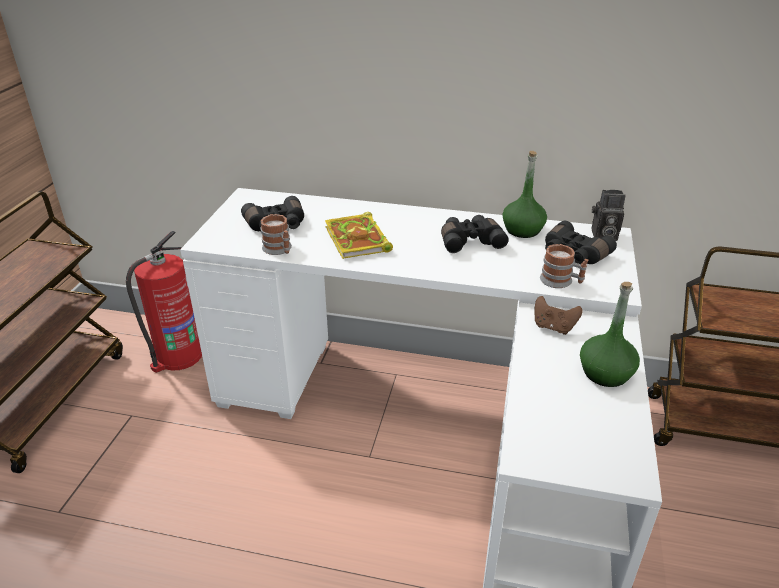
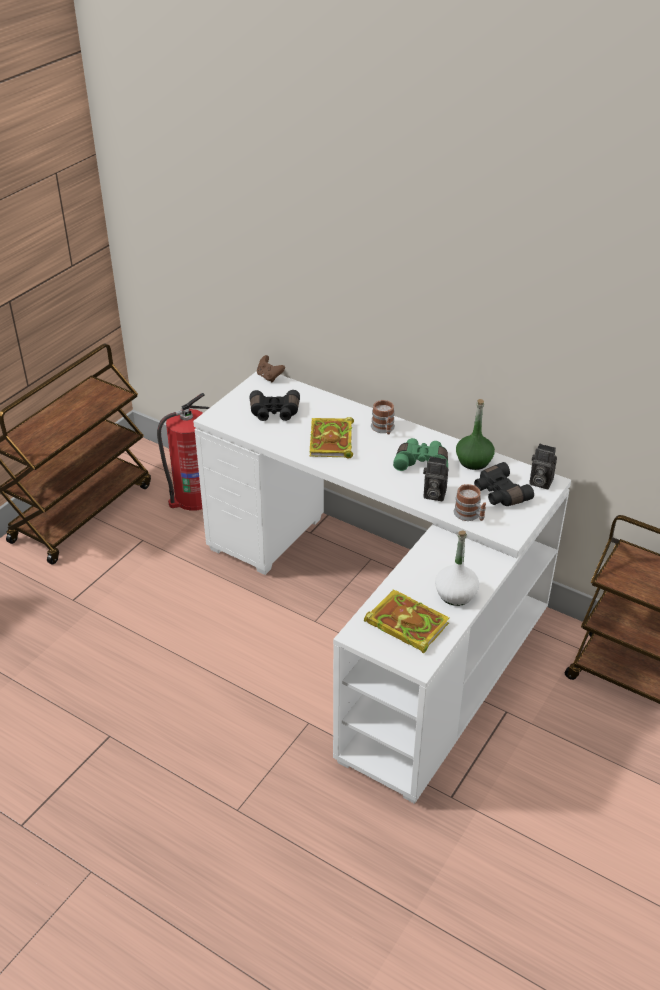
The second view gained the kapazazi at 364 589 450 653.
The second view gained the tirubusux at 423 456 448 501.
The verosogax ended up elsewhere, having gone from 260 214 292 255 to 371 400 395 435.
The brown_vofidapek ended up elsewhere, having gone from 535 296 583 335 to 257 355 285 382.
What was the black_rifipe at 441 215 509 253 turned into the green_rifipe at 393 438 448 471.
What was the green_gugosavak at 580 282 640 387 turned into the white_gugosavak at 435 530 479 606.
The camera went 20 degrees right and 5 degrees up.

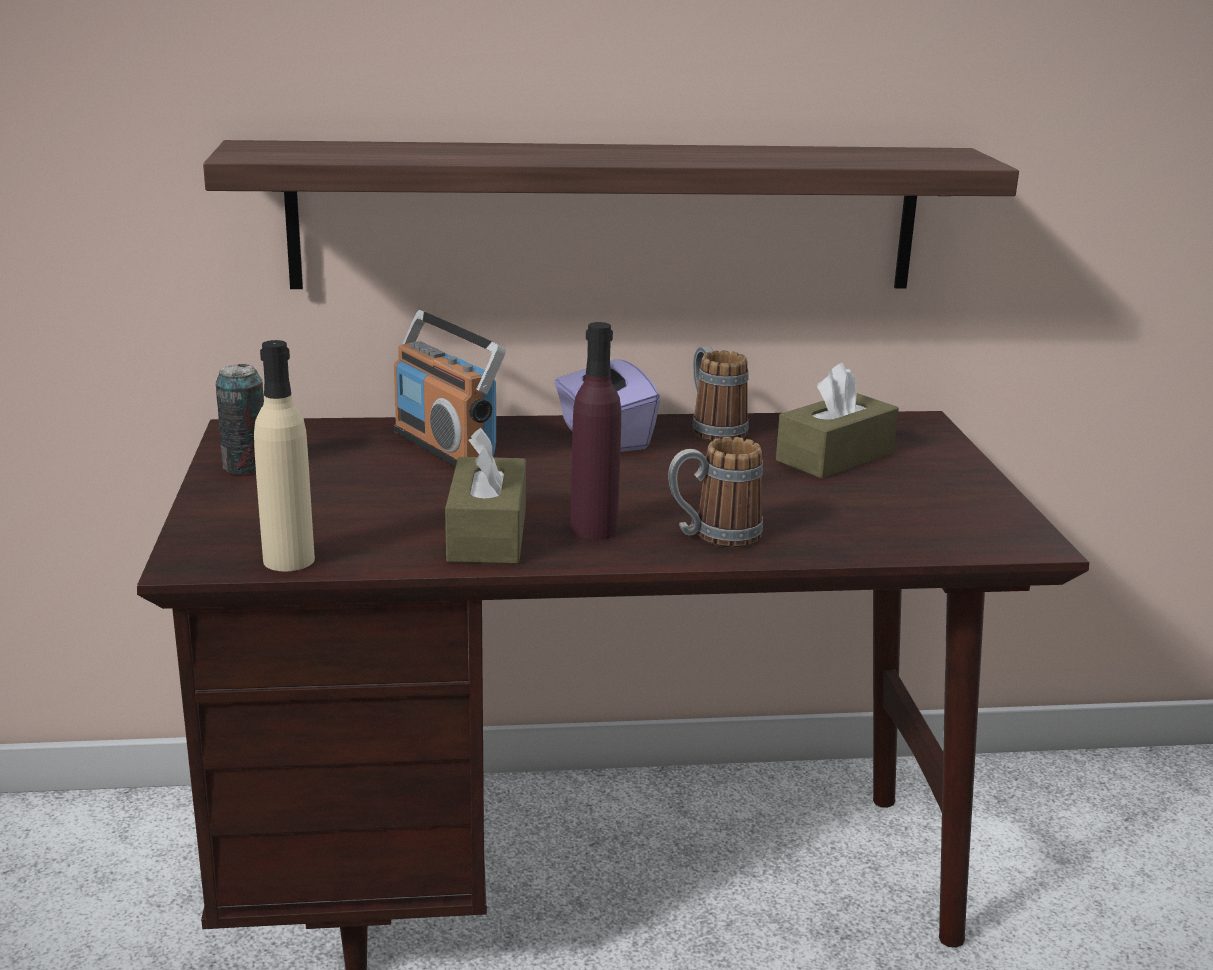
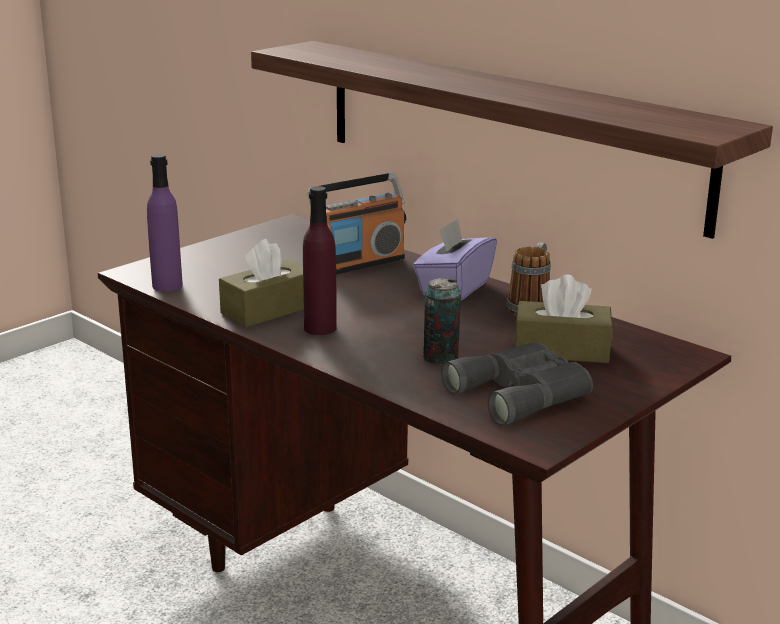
The second view lost the verosogax at 668 437 763 547.
The second view gained the grey_rifipe at 441 342 593 426.
The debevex ended up elsewhere, having gone from 216 364 264 474 to 423 278 461 365.
What was the beige_gugosavak at 254 340 315 572 turned into the purple_gugosavak at 147 154 183 292.
The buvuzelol at 394 310 506 467 ended up facing another way, 135 degrees counterclockwise from before.
The camera went 50 degrees right and 0 degrees up.

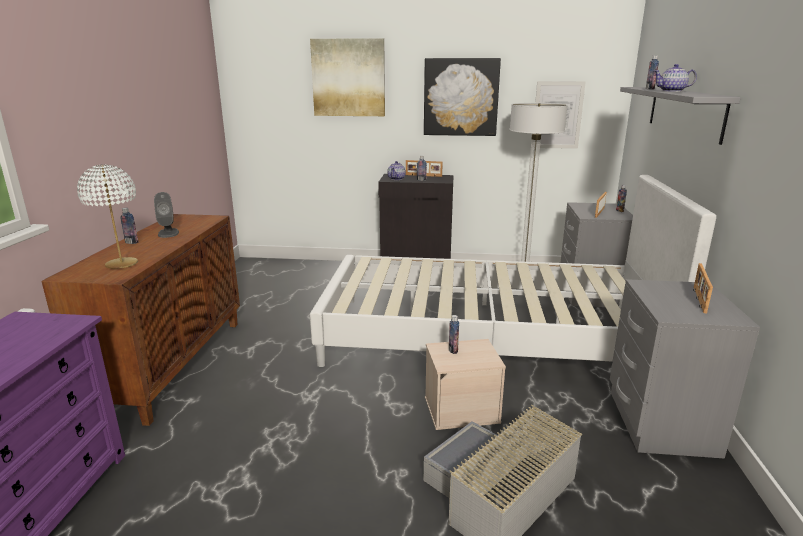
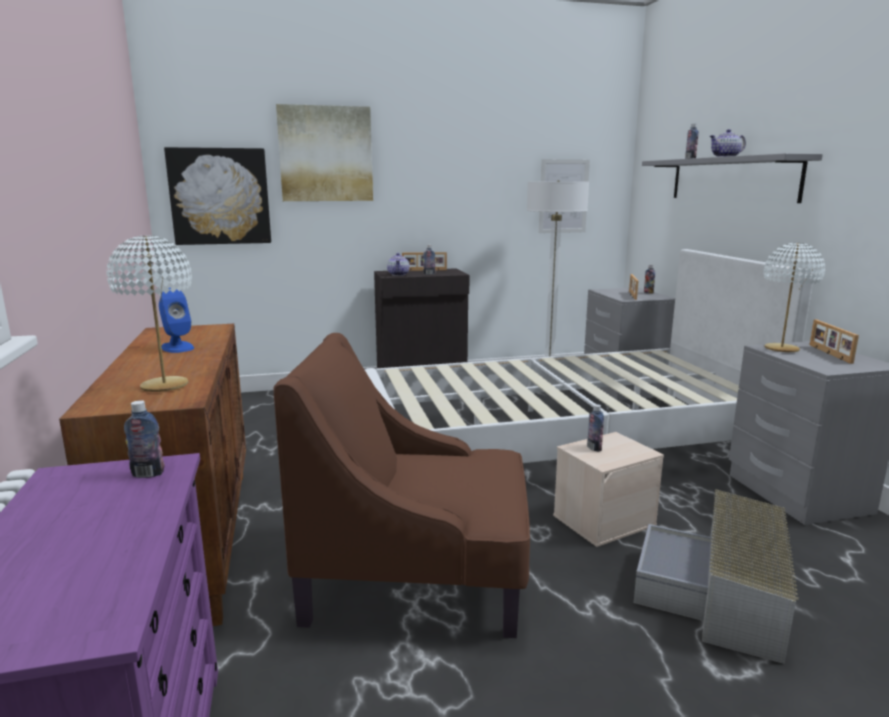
The second view gained the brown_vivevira at 274 333 530 638.
The second view gained the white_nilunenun at 764 243 825 352.
The gugosavak ended up elsewhere, having gone from 120 208 138 244 to 124 400 164 478.
The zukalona ended up elsewhere, having gone from 424 58 501 136 to 164 147 271 245.
What was the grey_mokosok at 154 192 179 238 turned into the blue_mokosok at 159 288 194 353.
The camera went 20 degrees left and 5 degrees down.

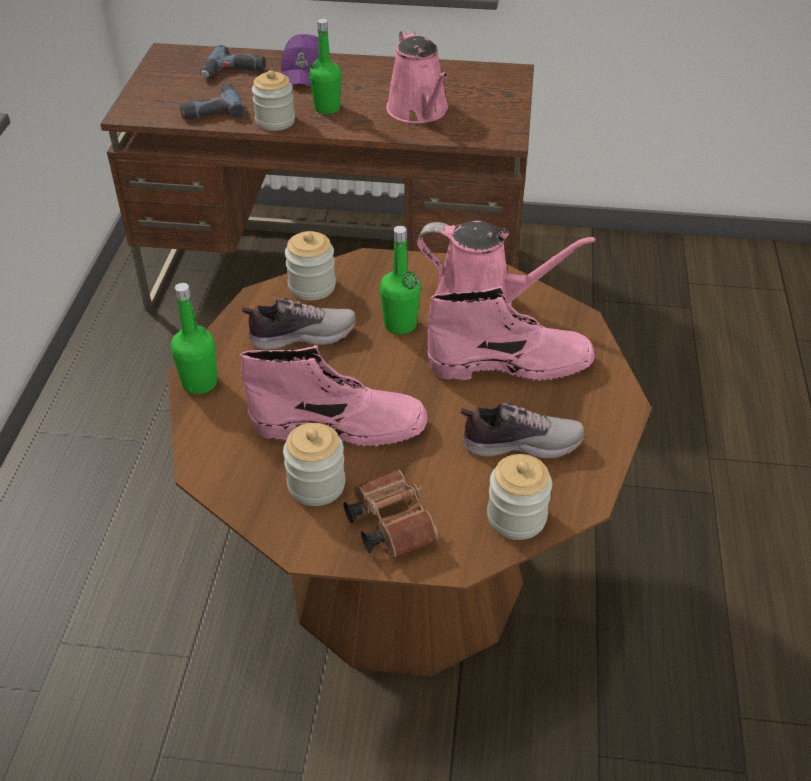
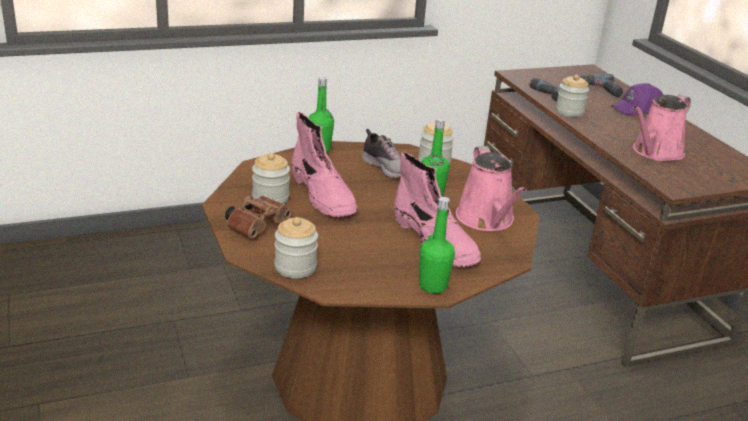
The second view lost the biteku at 461 402 585 458.
The green_gugosavak ended up elsewhere, having gone from 309 19 341 114 to 419 197 455 293.
The camera went 60 degrees right and 15 degrees down.

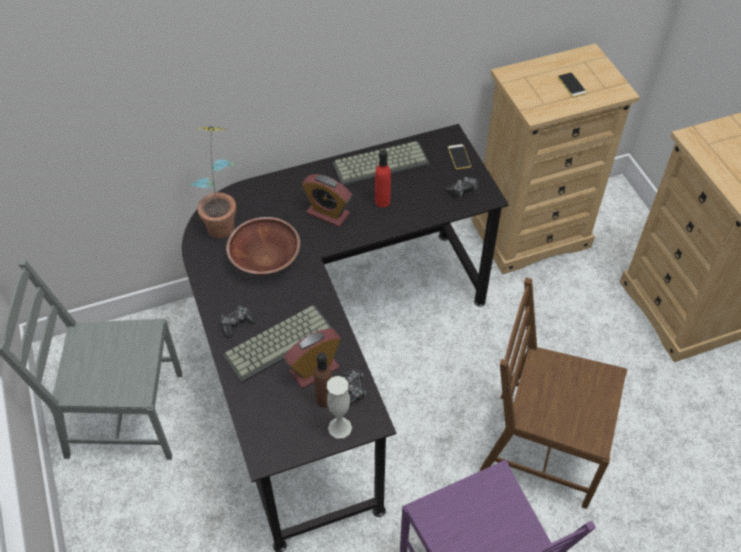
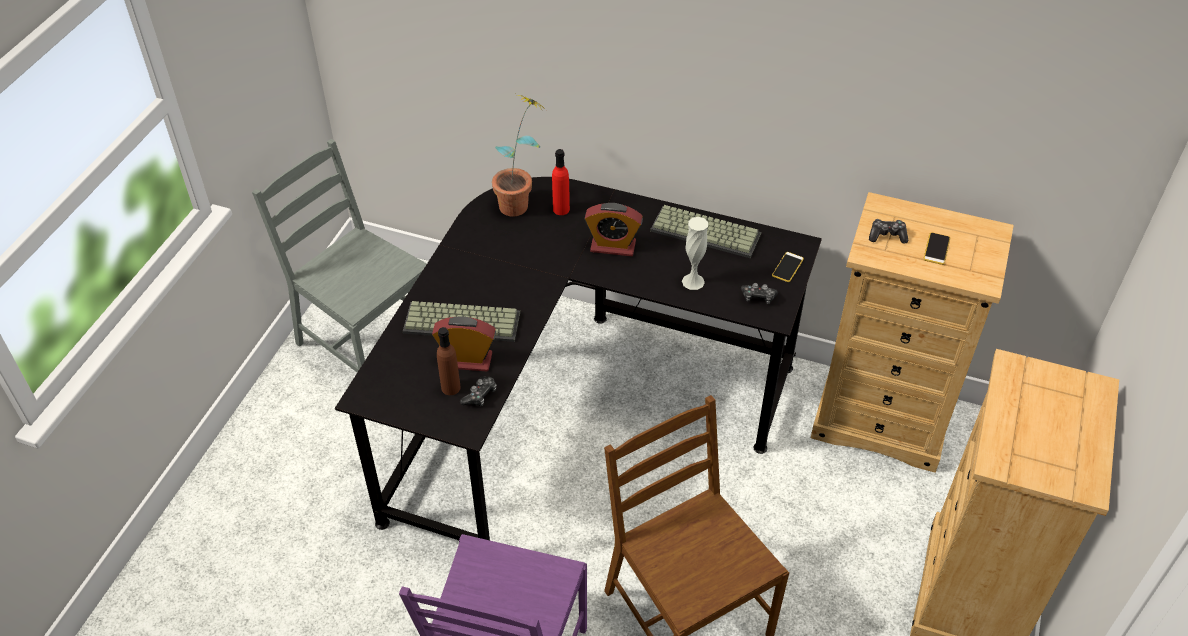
The second view lost the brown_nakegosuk at 226 217 300 274.
The vofidapek ended up elsewhere, having gone from 221 306 257 338 to 869 219 908 243.
The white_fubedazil ended up elsewhere, having gone from 327 376 352 438 to 682 217 708 290.
The red_gugosavak ended up elsewhere, having gone from 375 150 391 208 to 552 149 570 215.
The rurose at 302 174 352 227 ended up facing another way, 60 degrees counterclockwise from before.
The camera went 40 degrees right and 5 degrees down.

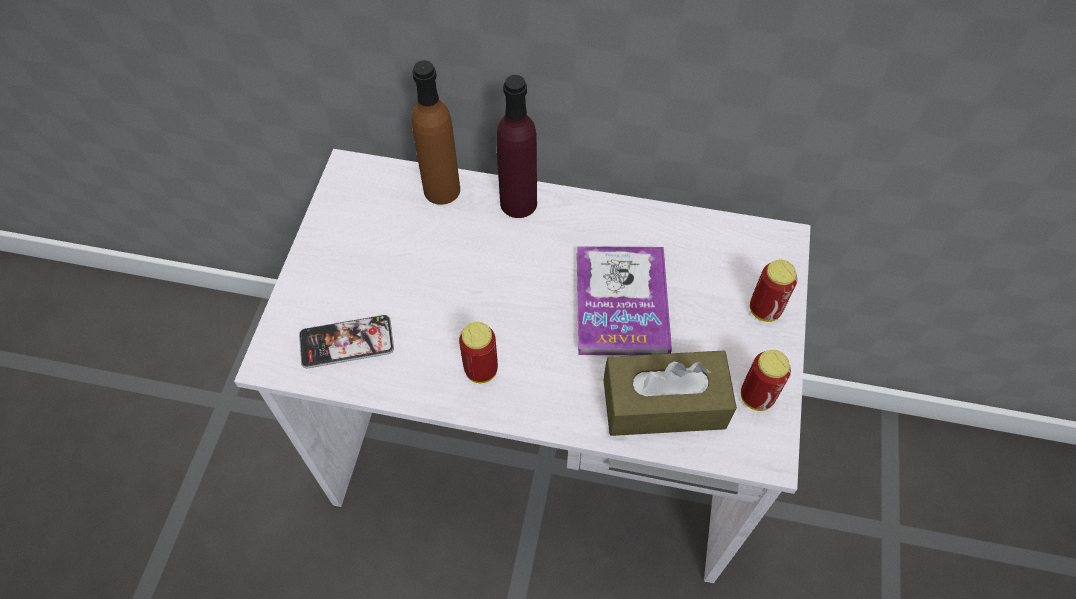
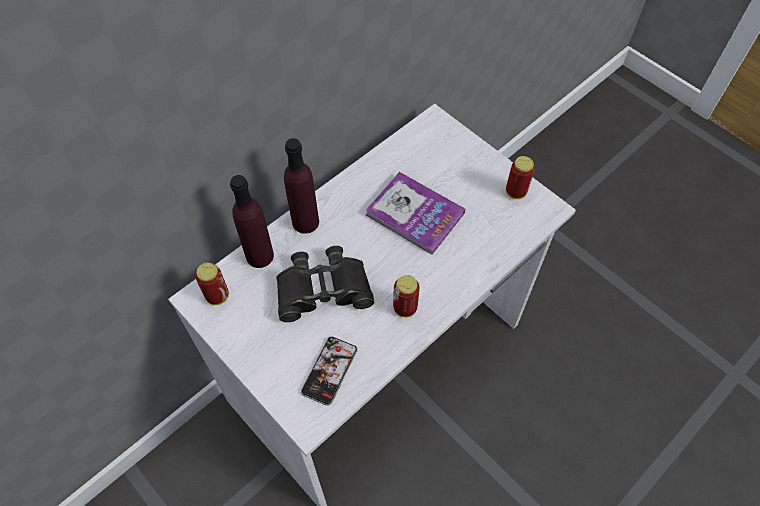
The second view lost the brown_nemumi at 604 351 737 436.
The second view gained the black_rifipe at 276 246 374 322.
The debevex ended up elsewhere, having gone from 750 260 798 322 to 195 263 229 305.
What was the brown_gugosavak at 412 61 460 205 turned into the purple_gugosavak at 230 175 274 268.
The camera went 55 degrees left and 0 degrees up.

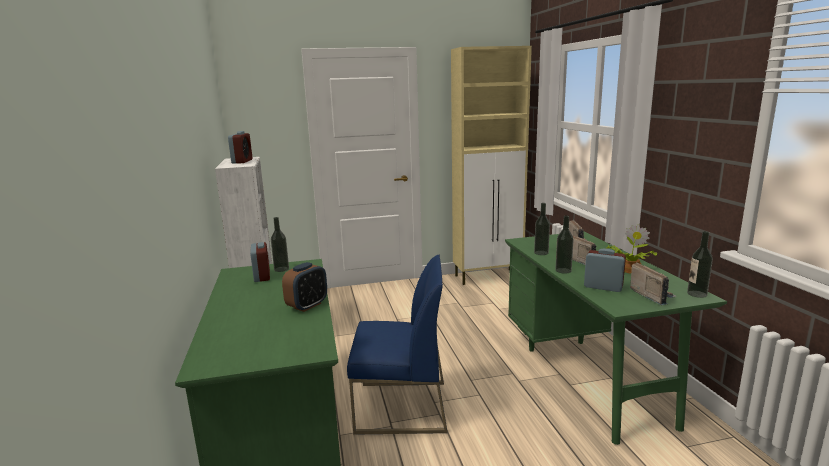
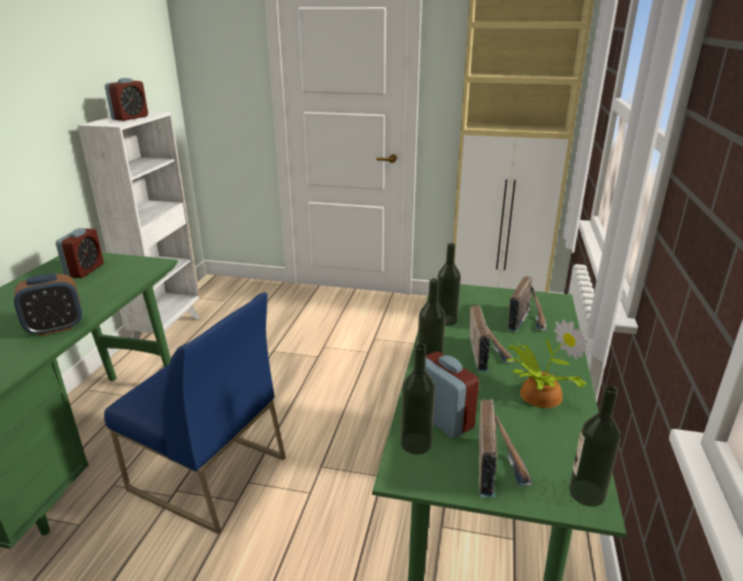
The gugosavak ended up elsewhere, having gone from 271 217 289 272 to 400 343 435 454.
The camera went 25 degrees right and 10 degrees up.

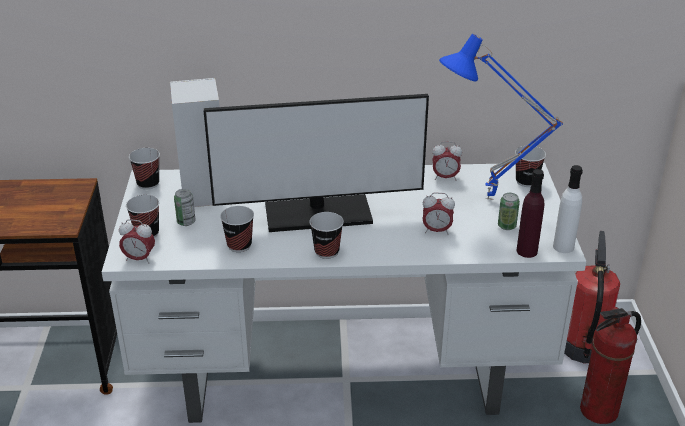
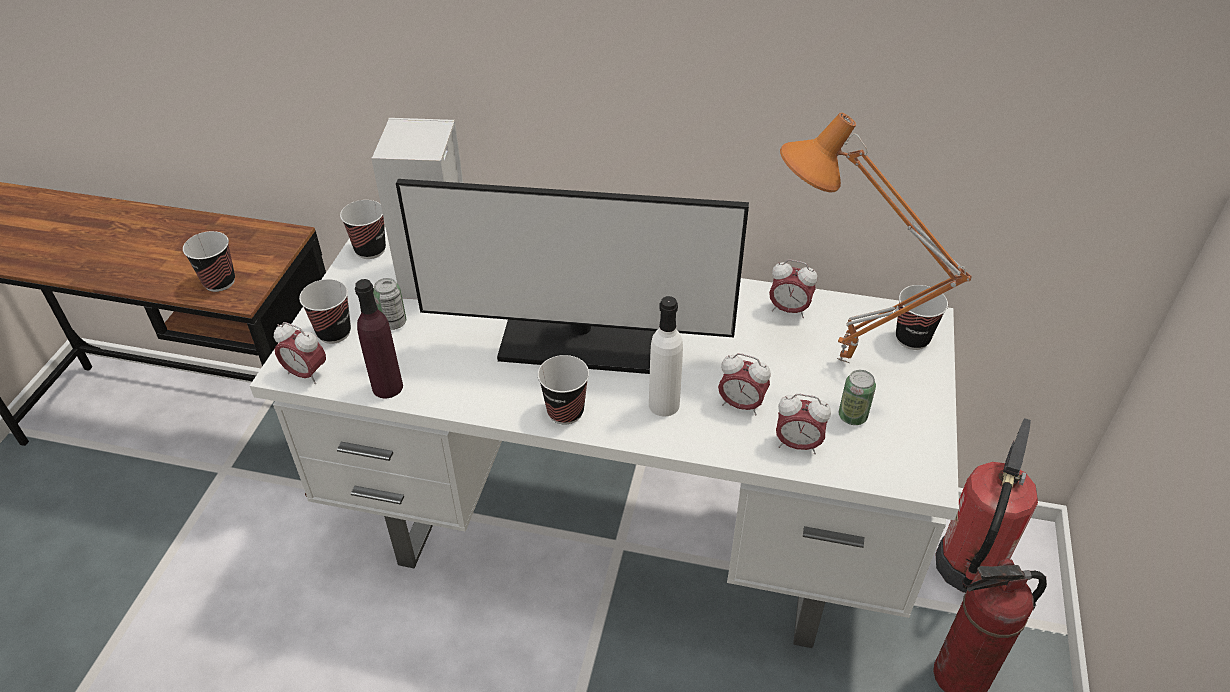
The second view gained the rurose at 776 394 831 454.
The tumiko ended up elsewhere, having gone from 220 206 254 252 to 183 231 235 292.
The purple_gugosavak ended up elsewhere, having gone from 516 169 544 258 to 355 279 403 398.
The white_gugosavak ended up elsewhere, having gone from 553 165 583 253 to 649 296 683 417.
What was the blue_nilunenun at 439 34 563 200 turned into the orange_nilunenun at 780 113 972 363.
The camera went 15 degrees right and 10 degrees up.

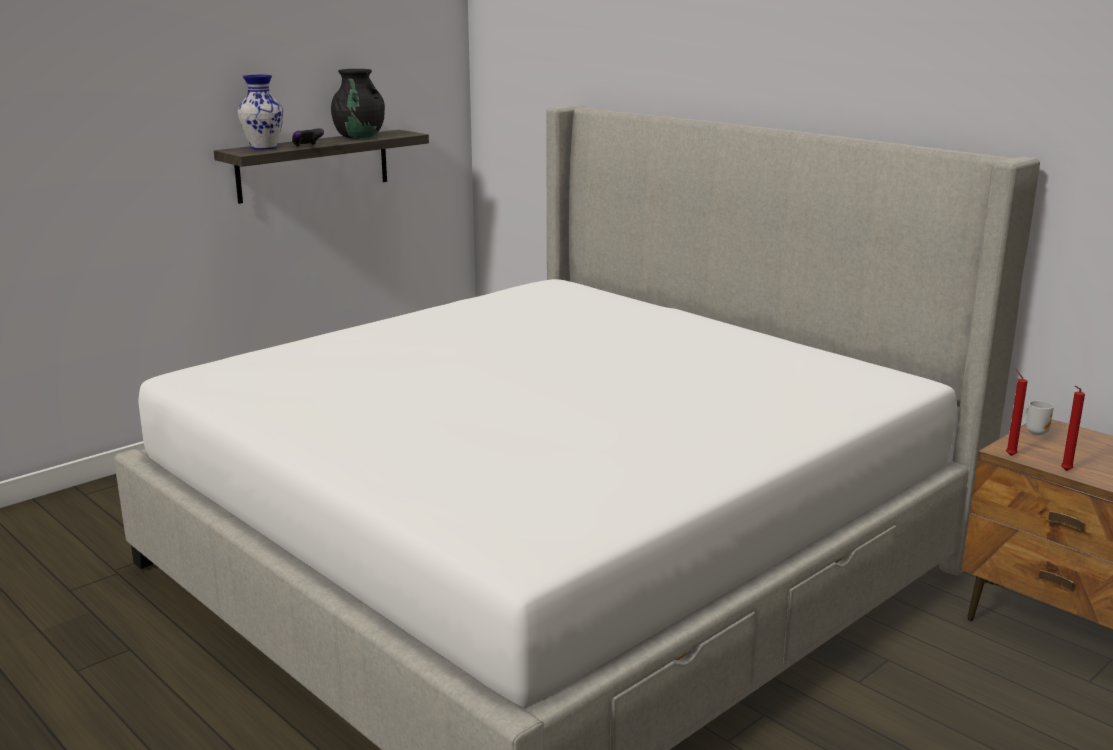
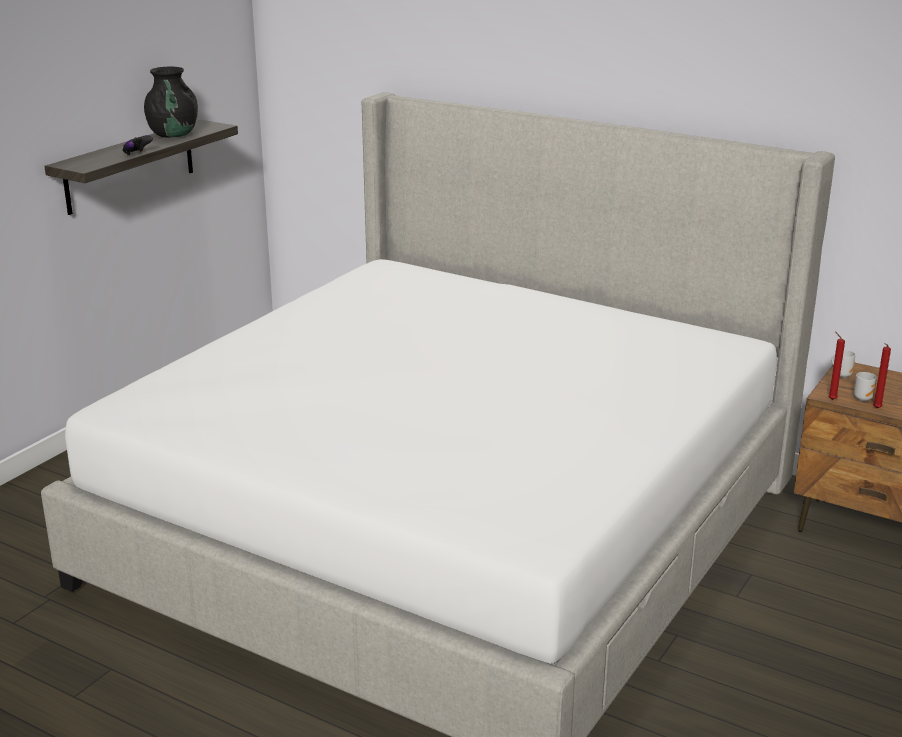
The second view lost the fubedazil at 237 75 283 150.
The second view gained the verosogax at 854 372 877 402.
The camera went 15 degrees left and 5 degrees up.

